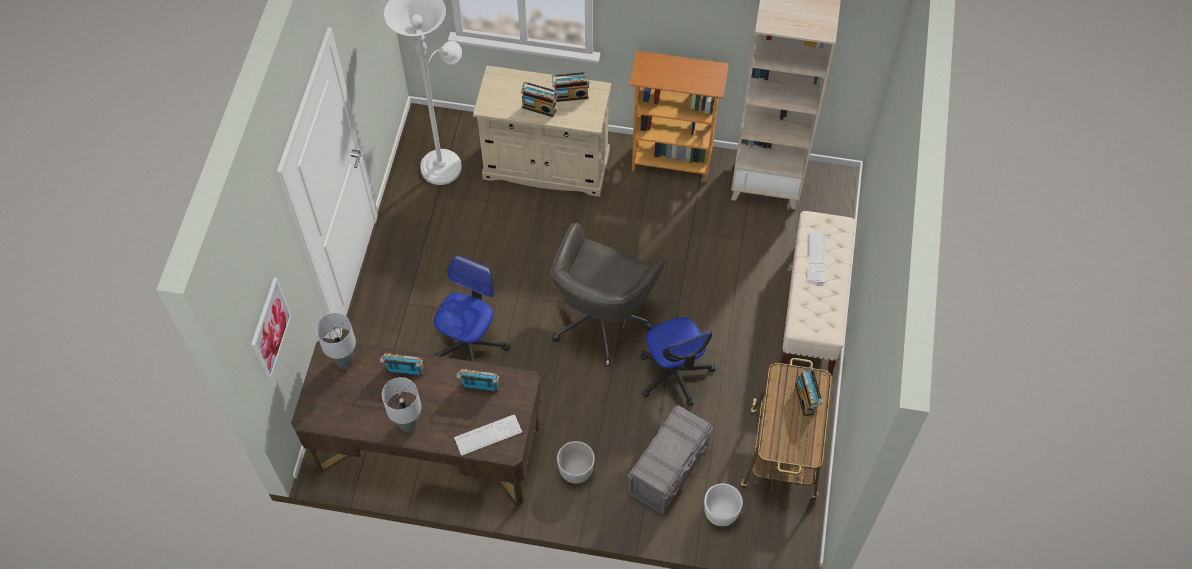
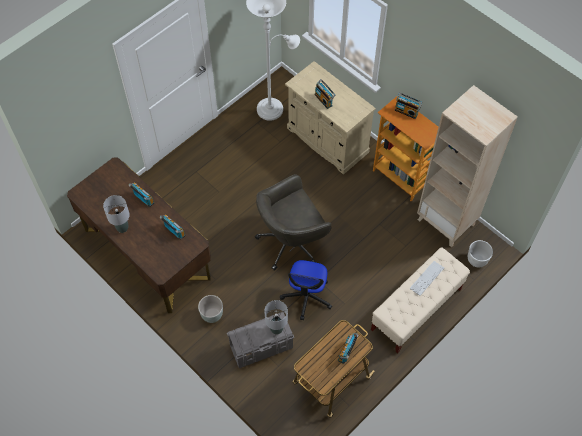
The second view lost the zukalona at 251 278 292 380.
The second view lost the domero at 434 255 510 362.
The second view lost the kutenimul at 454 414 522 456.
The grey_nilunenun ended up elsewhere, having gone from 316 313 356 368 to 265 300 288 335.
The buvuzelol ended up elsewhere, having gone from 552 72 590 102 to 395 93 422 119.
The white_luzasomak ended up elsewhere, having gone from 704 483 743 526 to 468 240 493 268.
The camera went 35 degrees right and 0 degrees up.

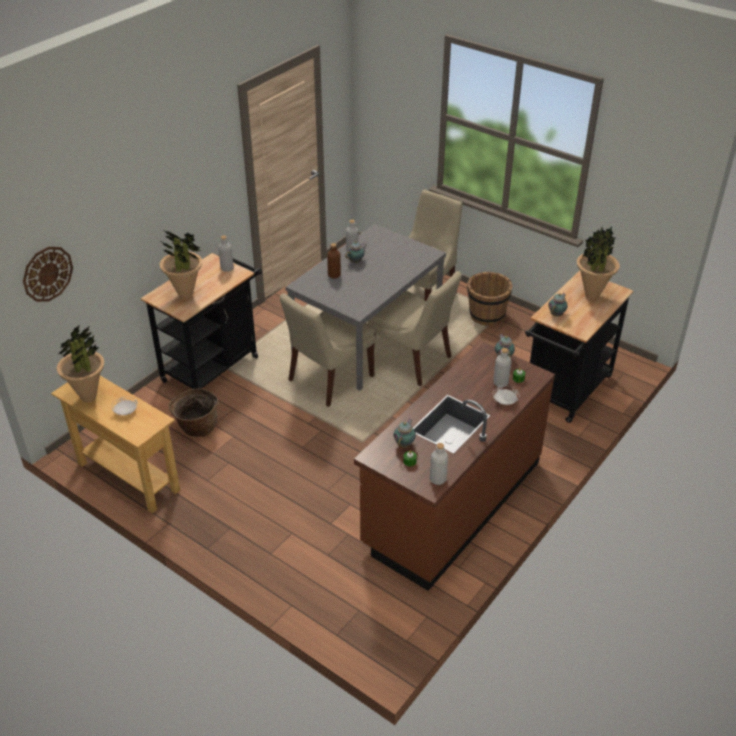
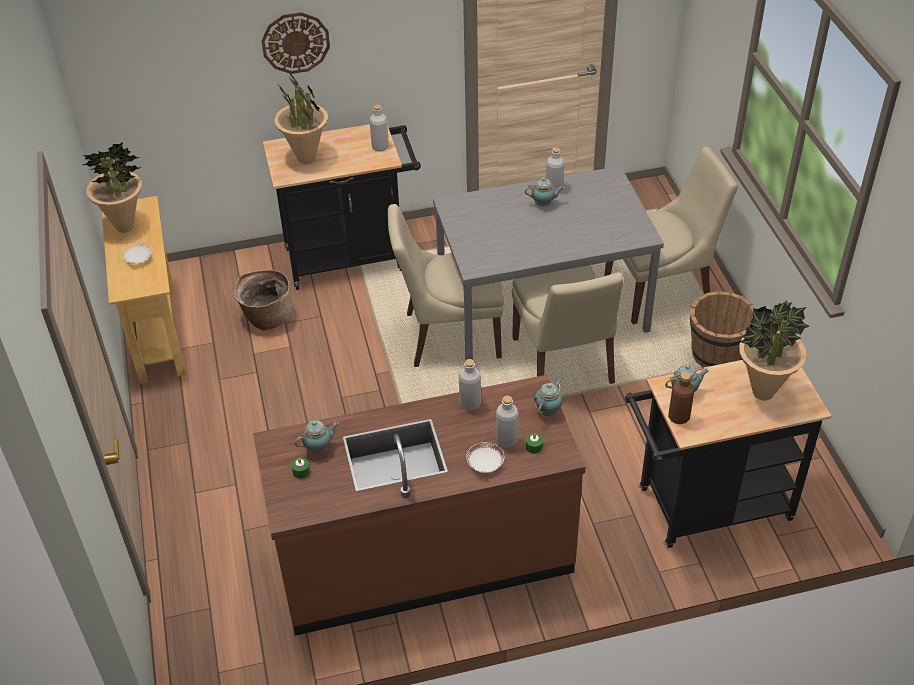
The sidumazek ended up elsewhere, having gone from 23 247 73 302 to 261 12 330 74.
The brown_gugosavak ended up elsewhere, having gone from 327 243 341 278 to 668 372 694 424.
The grey_gugosavak ended up elsewhere, having gone from 430 443 448 485 to 459 359 481 411.
The camera went 40 degrees right and 5 degrees up.

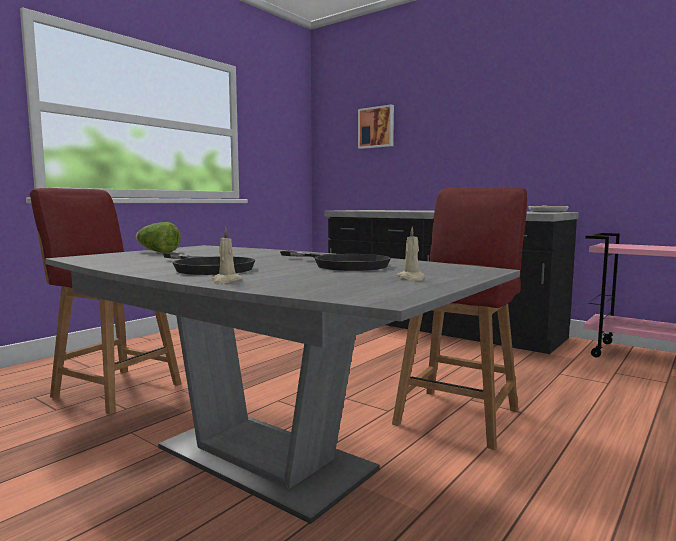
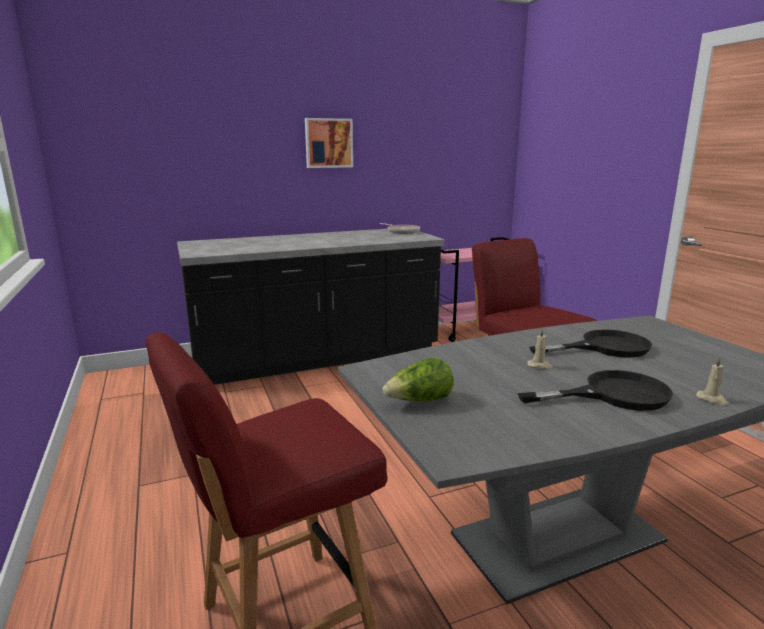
The zukalona ended up elsewhere, having gone from 358 105 394 149 to 305 118 353 168.
The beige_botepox ended up elsewhere, having gone from 397 226 425 281 to 527 328 553 369.
The camera went 60 degrees left and 10 degrees up.

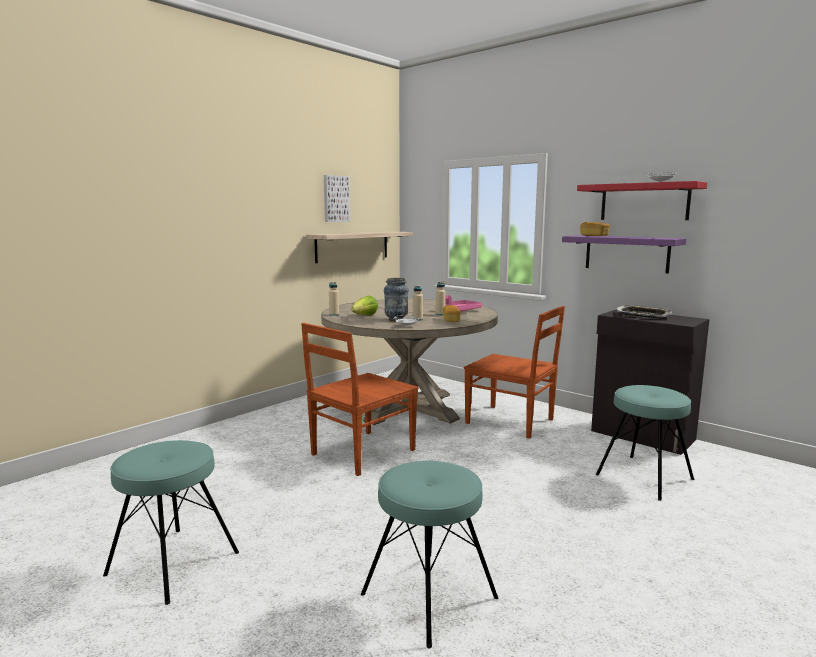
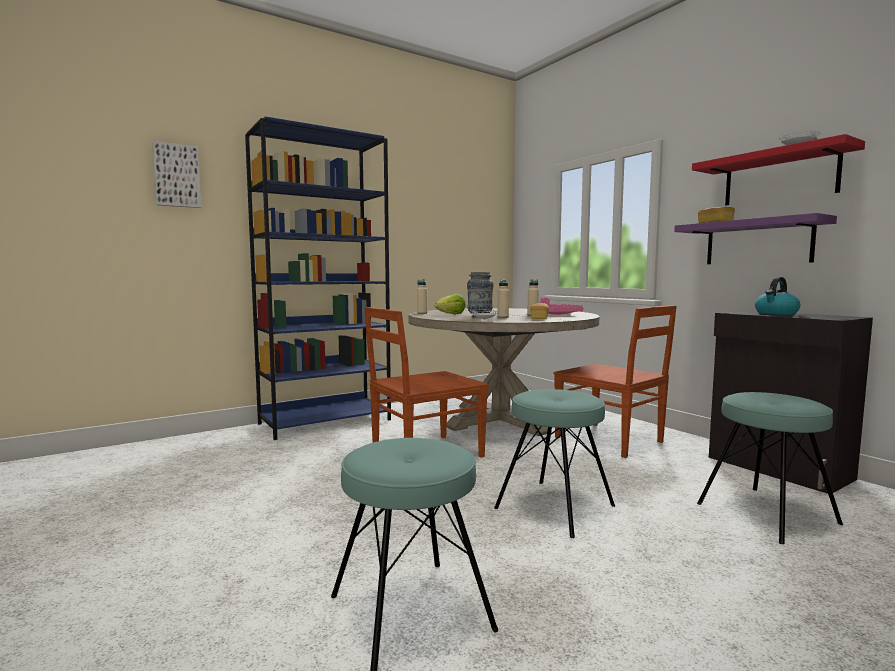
The second view lost the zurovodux at 306 231 413 263.
The second view gained the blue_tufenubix at 245 116 391 440.
The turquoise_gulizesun ended up elsewhere, having gone from 103 440 239 605 to 494 389 615 538.
The zukalona ended up elsewhere, having gone from 324 175 350 222 to 152 141 201 208.
Where the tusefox stood at 616 305 672 319, the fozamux came to stand at 755 277 801 315.
The camera went 15 degrees right and 5 degrees down.

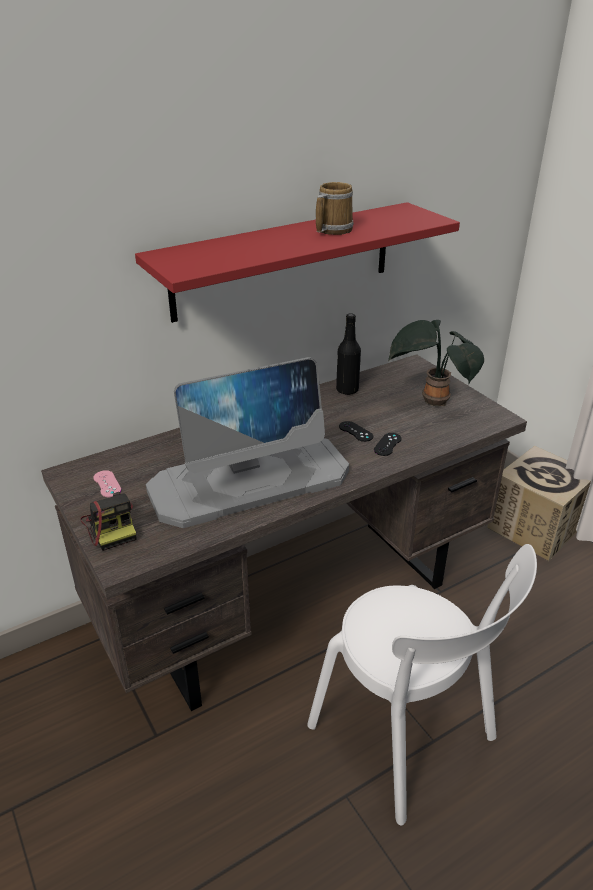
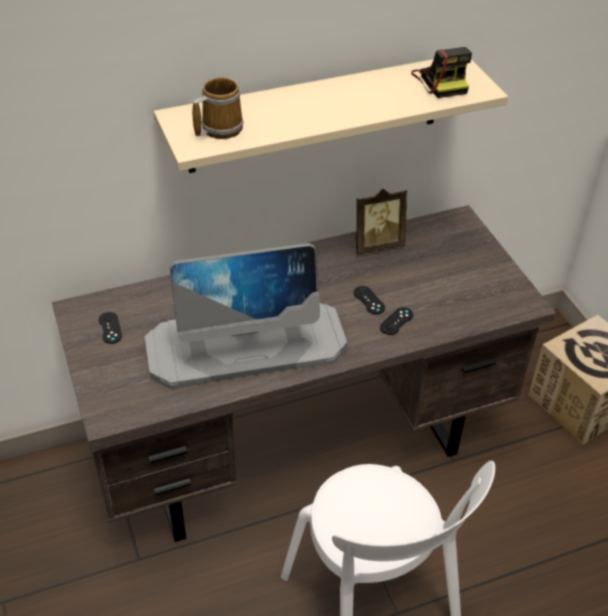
The second view lost the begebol at 388 320 484 406.
The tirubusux ended up elsewhere, having gone from 80 492 137 551 to 411 47 472 98.
The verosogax ended up elsewhere, having gone from 316 182 354 235 to 192 77 244 139.
Where the black_gugosavak stood at 336 313 361 395, the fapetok came to stand at 355 189 407 255.
What was the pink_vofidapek at 93 470 121 497 turned into the black_vofidapek at 99 312 122 344.
What was the red_zurovodux at 135 202 460 323 turned into the beige_zurovodux at 154 59 508 173.
The camera went 10 degrees right and 10 degrees up.

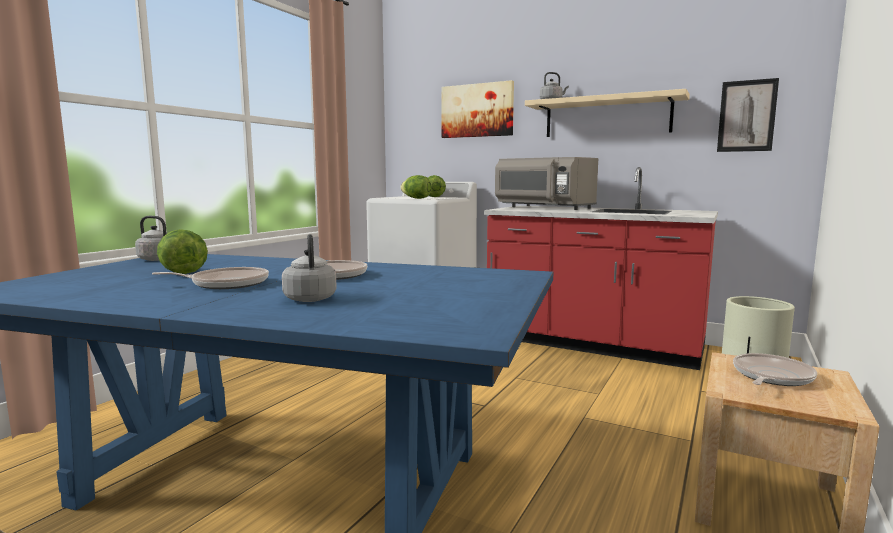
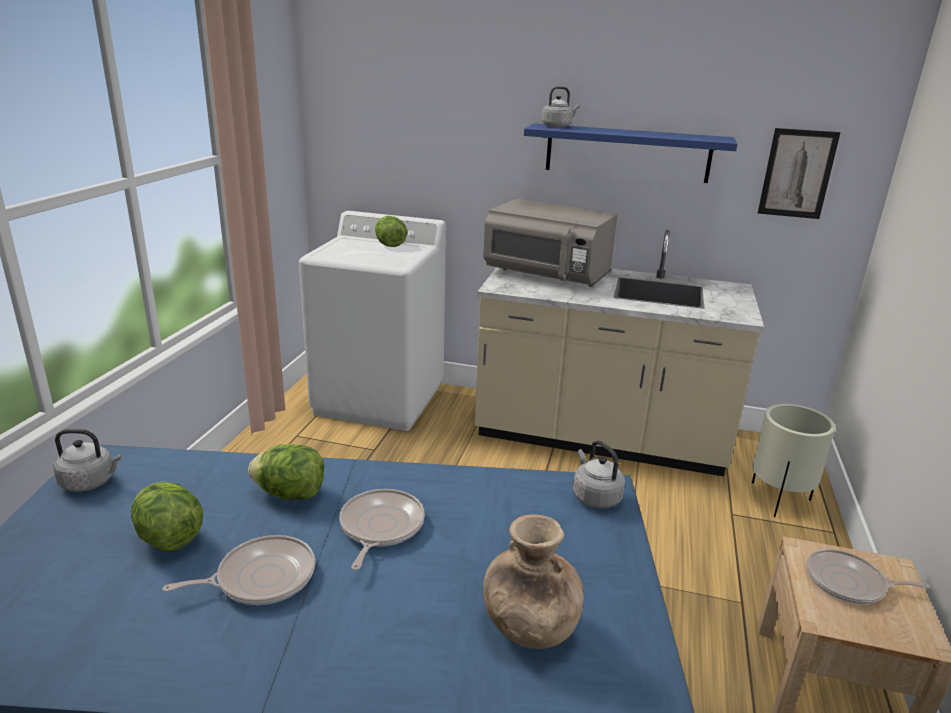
The second view lost the zukalona at 441 80 514 138.
The second view gained the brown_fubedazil at 483 514 584 649.
The grey_fozamux ended up elsewhere, having gone from 282 234 337 302 to 573 440 625 508.
The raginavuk ended up elsewhere, having gone from 401 175 431 199 to 248 444 324 500.
What was the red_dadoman at 484 167 718 370 turned into the beige_dadoman at 475 230 764 476.
What was the beige_zurovodux at 525 89 690 137 turned into the blue_zurovodux at 524 123 737 183.
The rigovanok at 733 353 817 386 ended up facing another way, 105 degrees counterclockwise from before.
The camera went 15 degrees left and 15 degrees up.

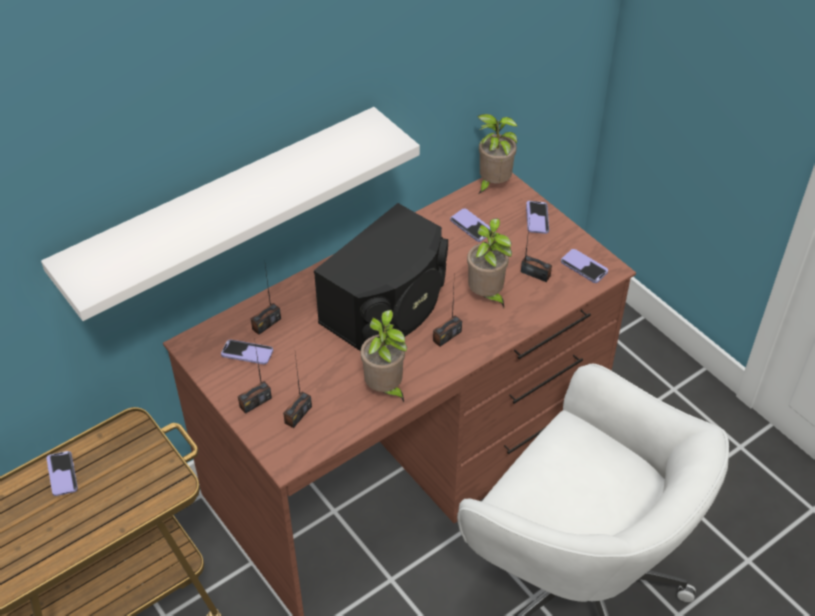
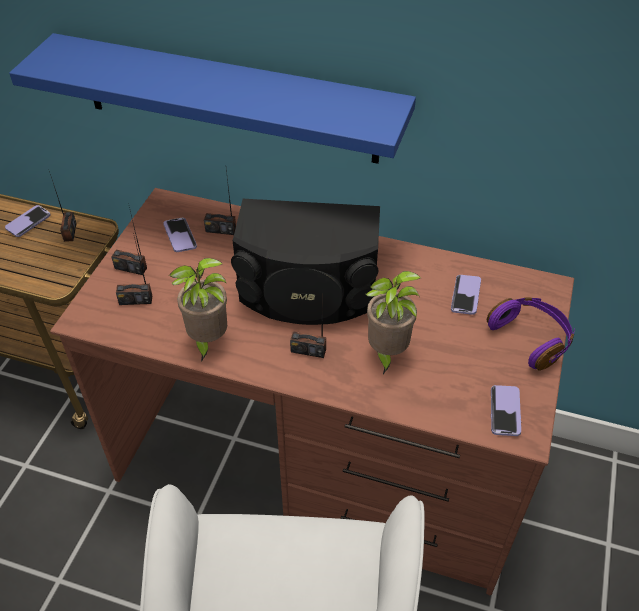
The second view lost the begebol at 477 114 518 194.
The buvuzelol ended up elsewhere, having gone from 521 220 552 282 to 49 171 77 242.
Where the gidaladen stood at 526 201 549 234, the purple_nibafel came to stand at 487 297 575 371.
What was the white_zurovodux at 41 107 420 321 turned into the blue_zurovodux at 9 33 416 164.
The camera went 55 degrees right and 0 degrees up.

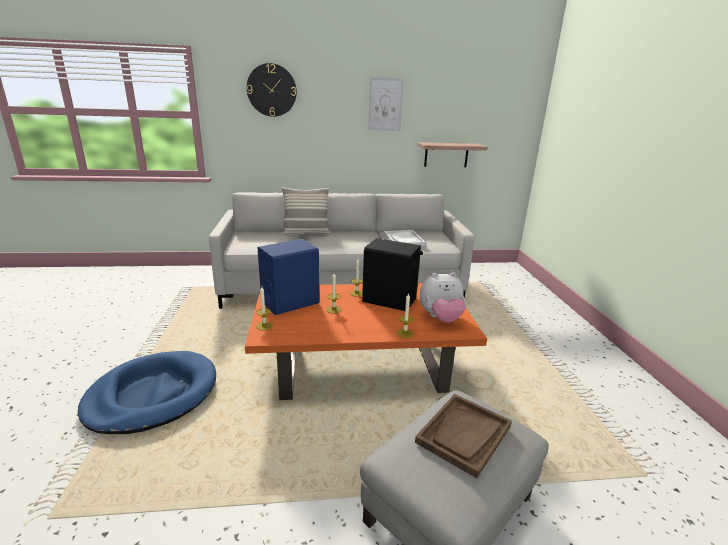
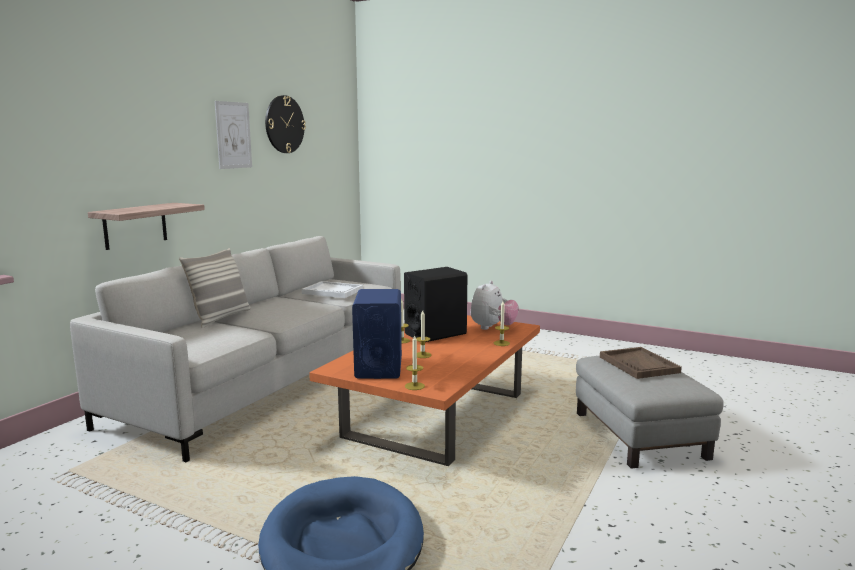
The sidumazek ended up elsewhere, having gone from 247 63 297 117 to 265 95 306 153.
The zurovodux ended up elsewhere, having gone from 417 142 488 167 to 88 203 205 250.
The camera went 55 degrees left and 10 degrees down.

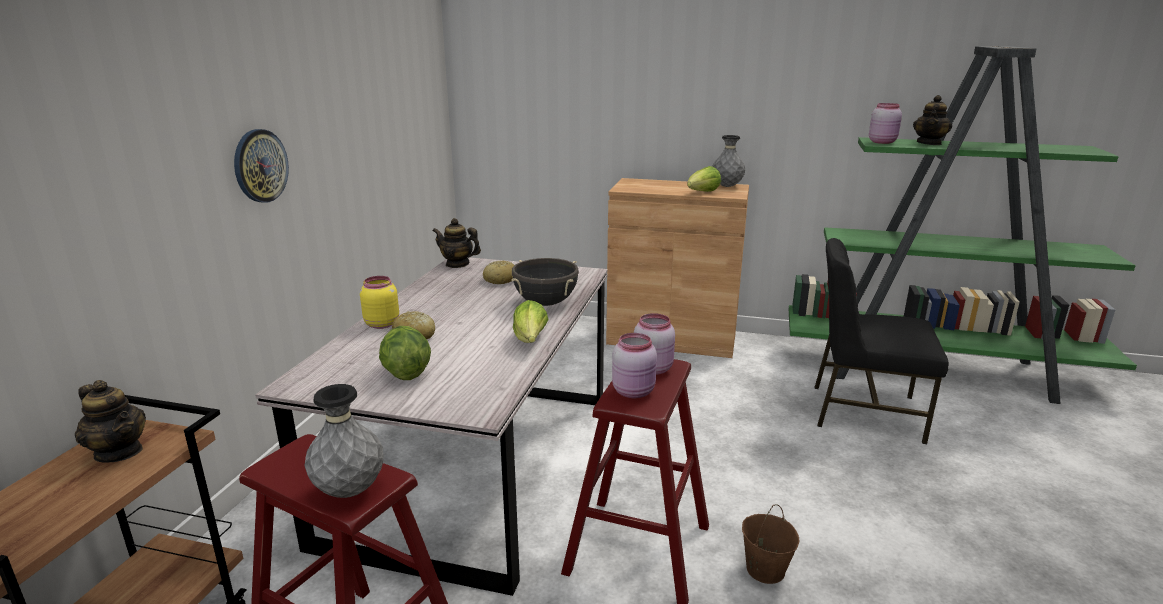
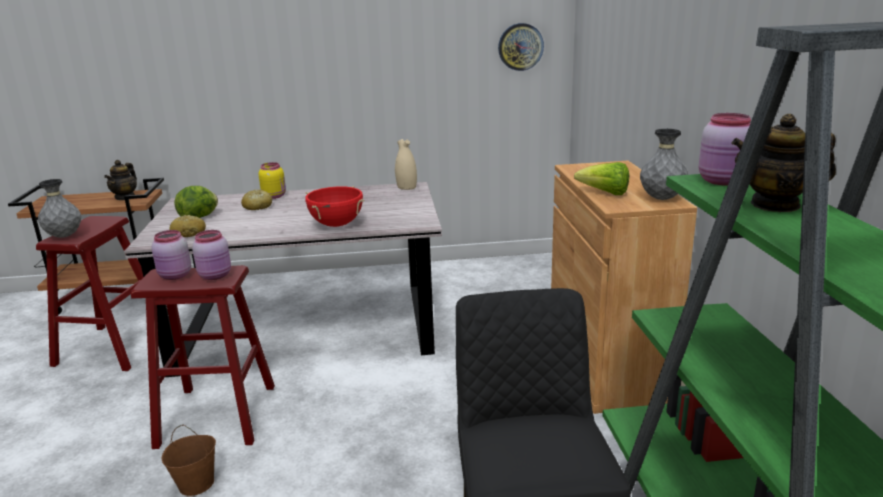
The second view lost the raginavuk at 513 300 548 343.
The sidumazek ended up elsewhere, having gone from 234 129 289 203 to 498 23 544 71.
The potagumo ended up elsewhere, having gone from 483 261 515 284 to 169 215 206 237.
Where the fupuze stood at 433 218 481 268, the beige_fubedazil came to stand at 395 139 417 190.
What was the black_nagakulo at 511 258 579 306 turned into the red_nagakulo at 305 186 364 227.
The camera went 70 degrees right and 0 degrees up.

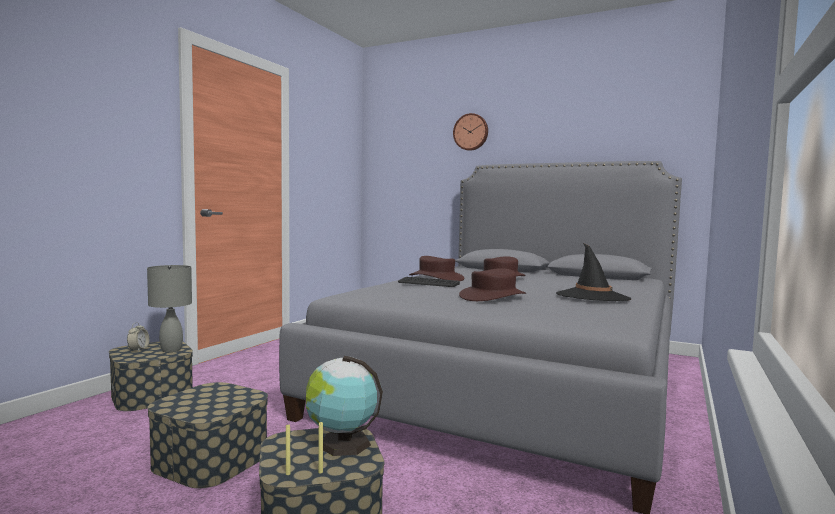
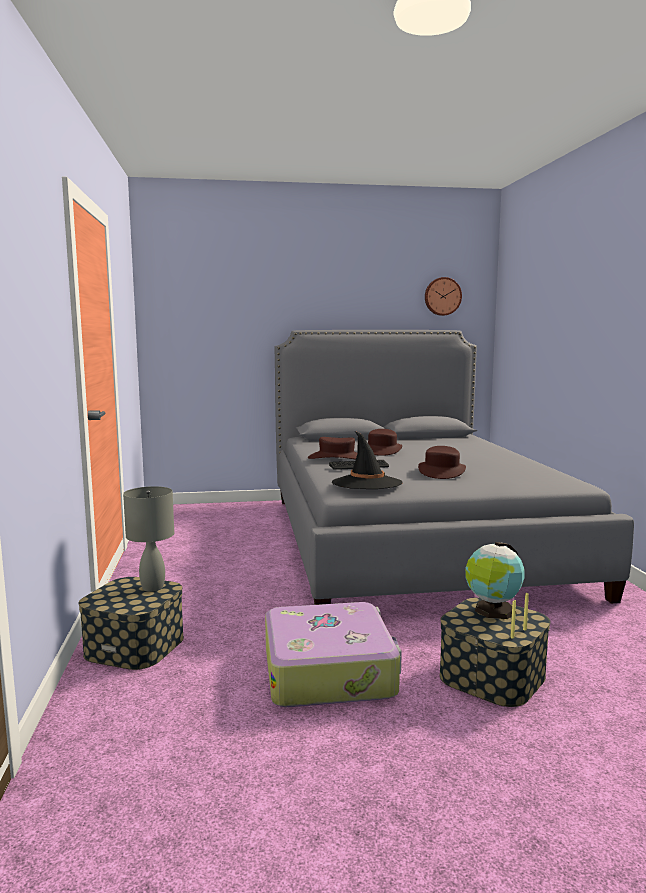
The second view lost the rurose at 127 322 149 352.
The sidumazek ended up elsewhere, having gone from 453 113 488 151 to 425 277 462 316.
The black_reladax ended up elsewhere, having gone from 556 243 631 301 to 332 431 403 489.
Where the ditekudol stood at 147 382 268 488, the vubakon came to stand at 265 602 402 707.
The camera went 35 degrees left and 5 degrees up.

